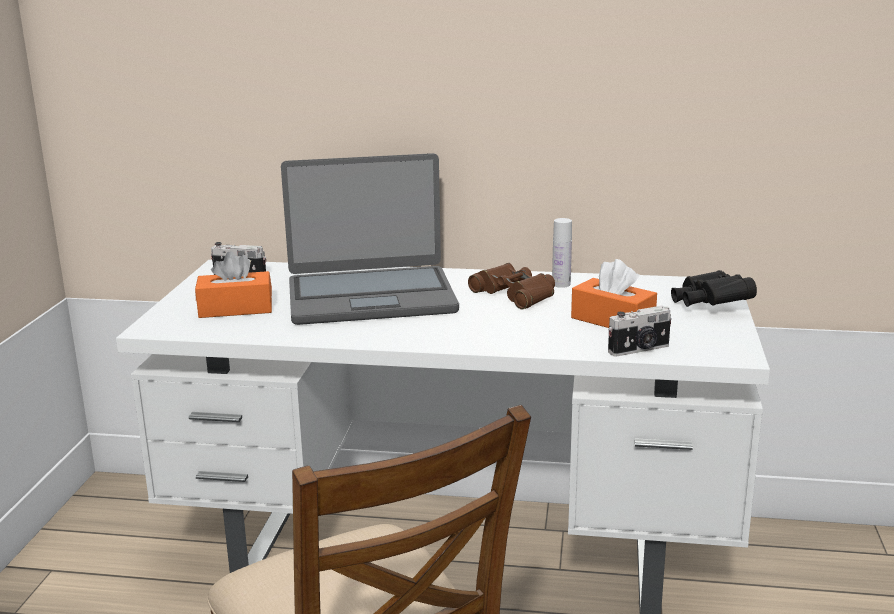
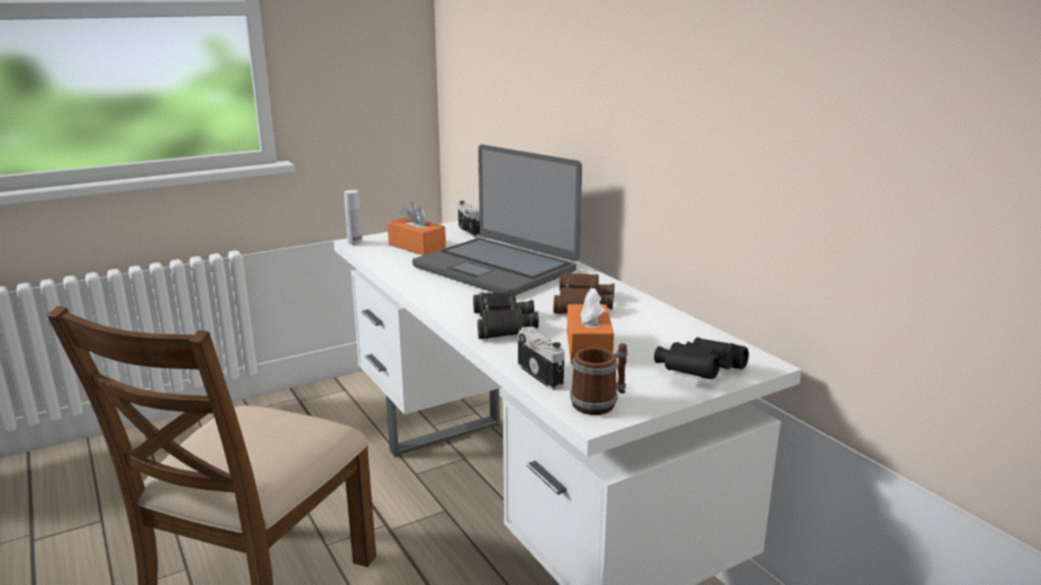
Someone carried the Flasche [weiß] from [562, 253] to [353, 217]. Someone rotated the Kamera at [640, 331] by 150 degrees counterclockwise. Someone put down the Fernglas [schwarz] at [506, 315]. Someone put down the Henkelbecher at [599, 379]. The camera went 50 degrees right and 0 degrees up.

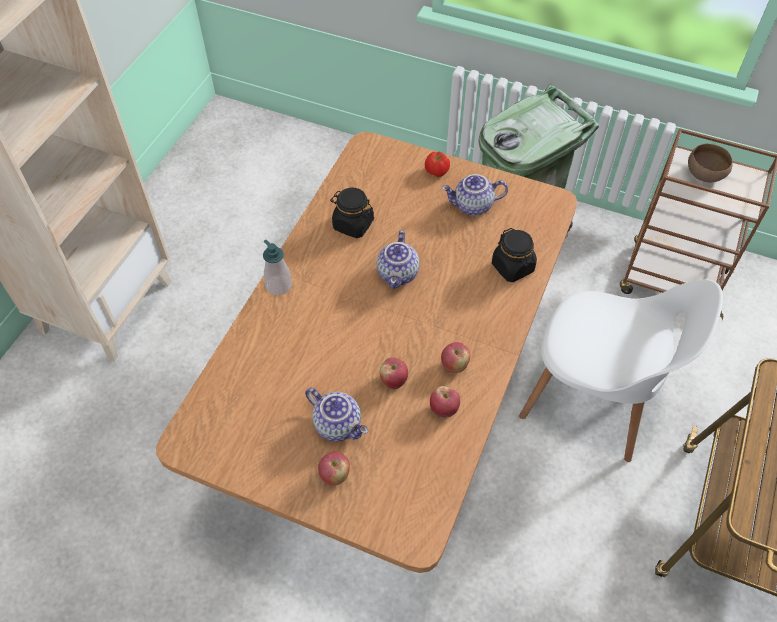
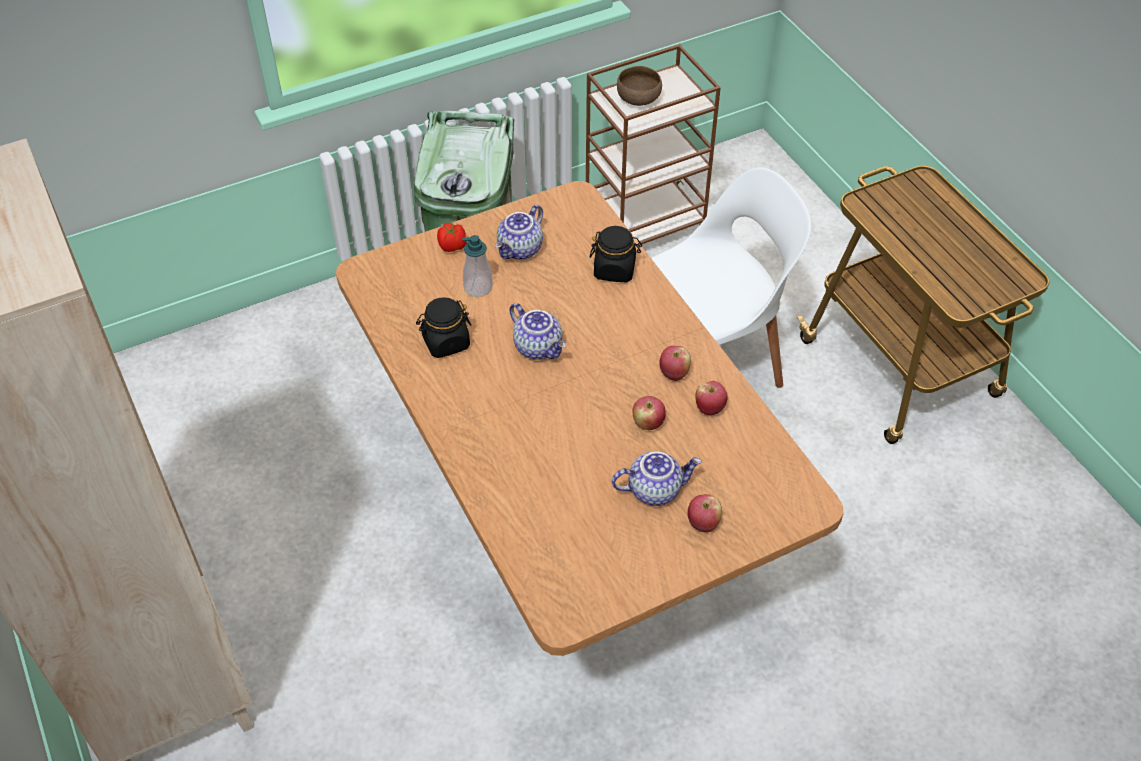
Someone carried the Seifenspender from [277, 267] to [477, 266]. The camera went 50 degrees left and 5 degrees down.

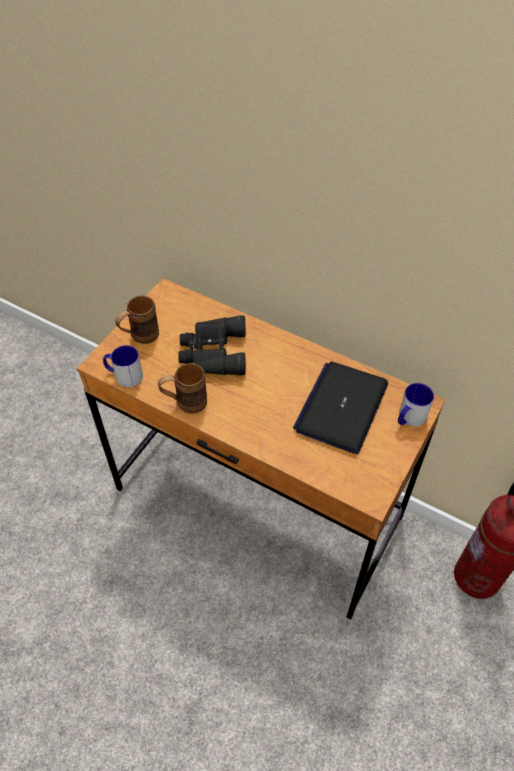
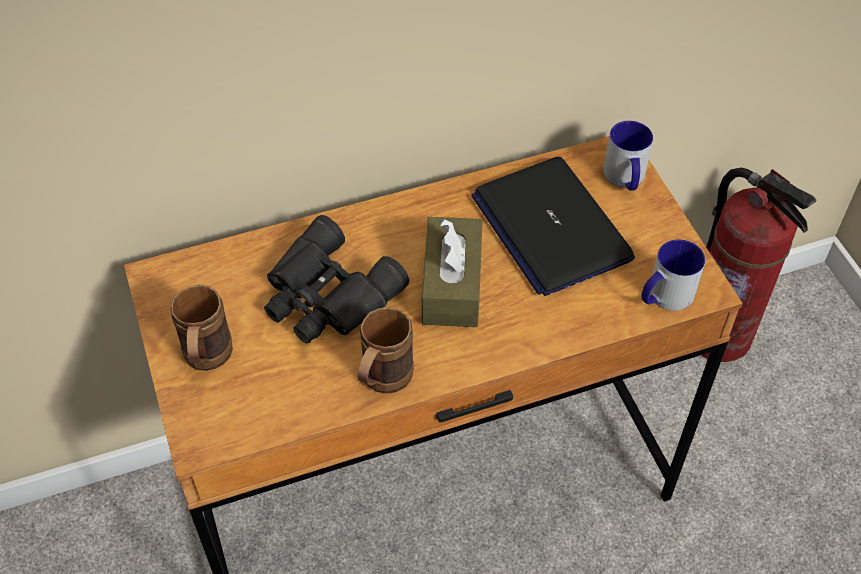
Someone carried the Henkelbecher from [123, 366] to [673, 275]. Someone put down the Taschentuchbox [braun] at [452, 272]. The camera went 50 degrees left and 0 degrees up.

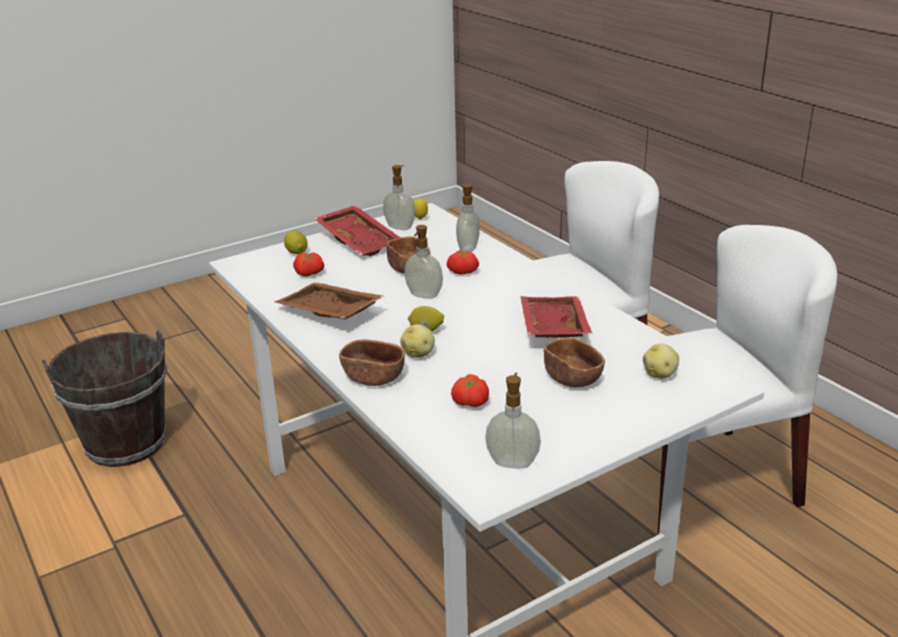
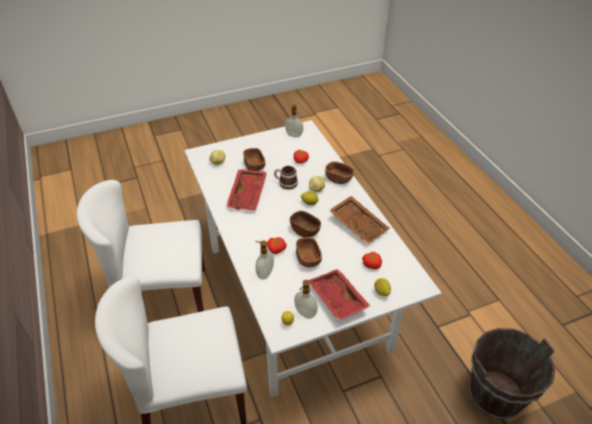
Someone swapped the Seifenspender at [423, 262] for the Schüssel [braun] at [305, 224]. Someone put down the Henkelbecher at [286, 178]. The camera went 170 degrees left and 15 degrees up.

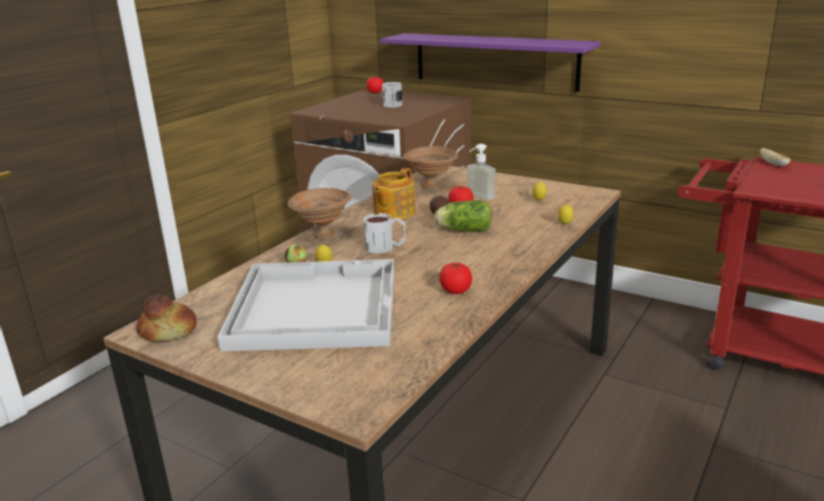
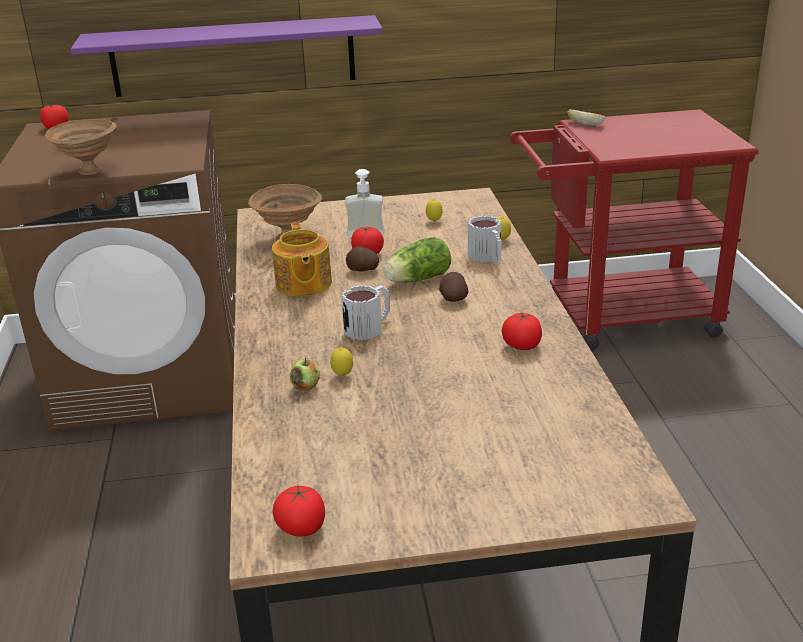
Someone swapped the Brot at [166, 318] for the Tomate at [299, 511]. Someone took away the Tablett [weiß] at [306, 305]. Someone carried the Schüssel [braun] from [319, 213] to [81, 147]. Someone carried the Henkelbecher from [392, 95] to [484, 240]. Someone put down the Kartoffel at [453, 287]. The camera went 40 degrees left and 5 degrees up.

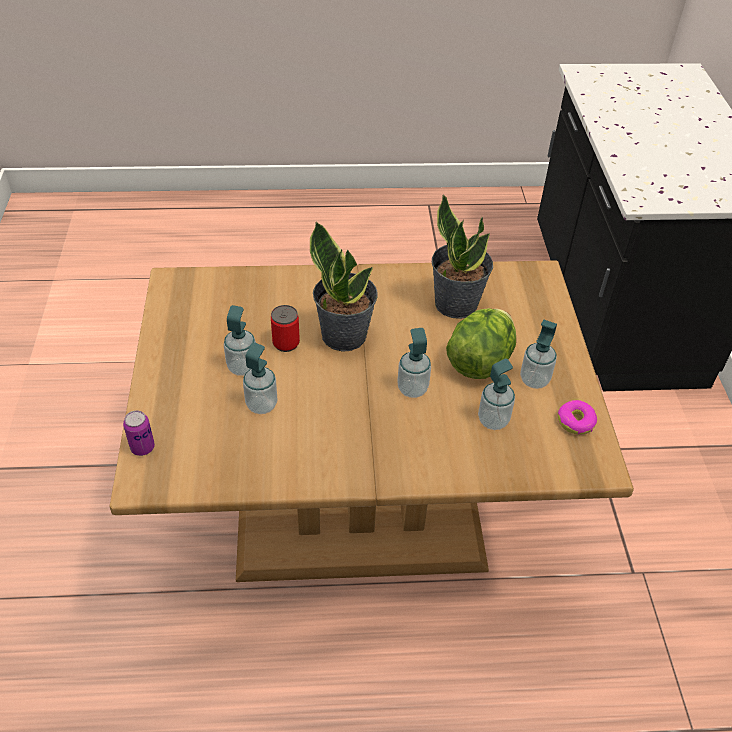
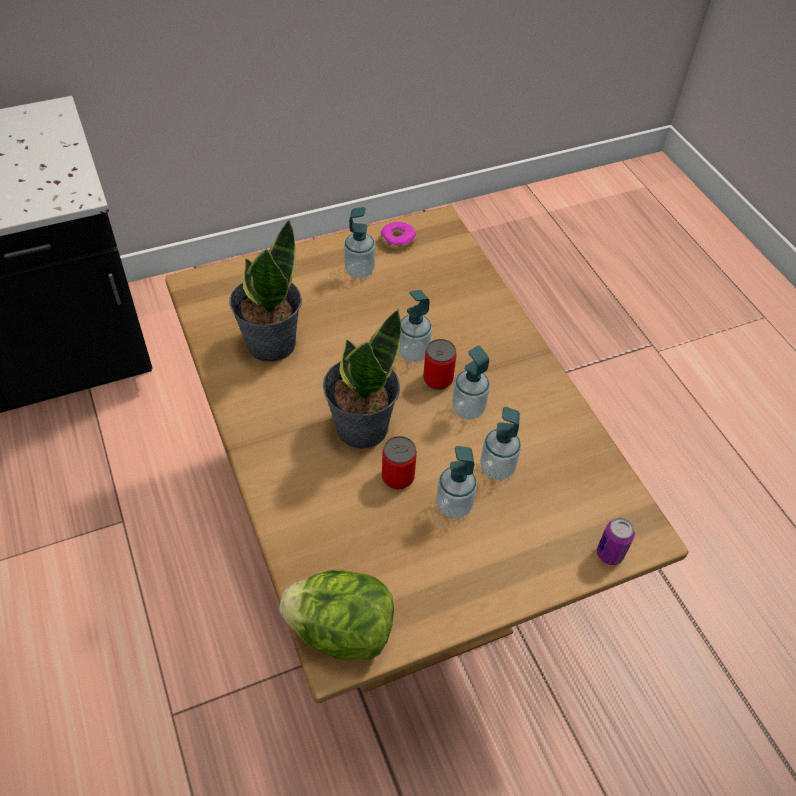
Someone carried the Salatkopf from [481, 343] to [337, 615]. Someone carried the Seifenspender from [496, 394] to [471, 382]. Someone put down the Dose at [439, 364]. The camera went 110 degrees left and 5 degrees up.

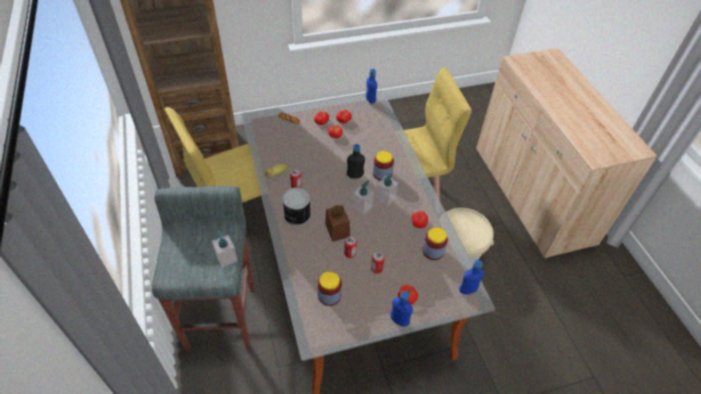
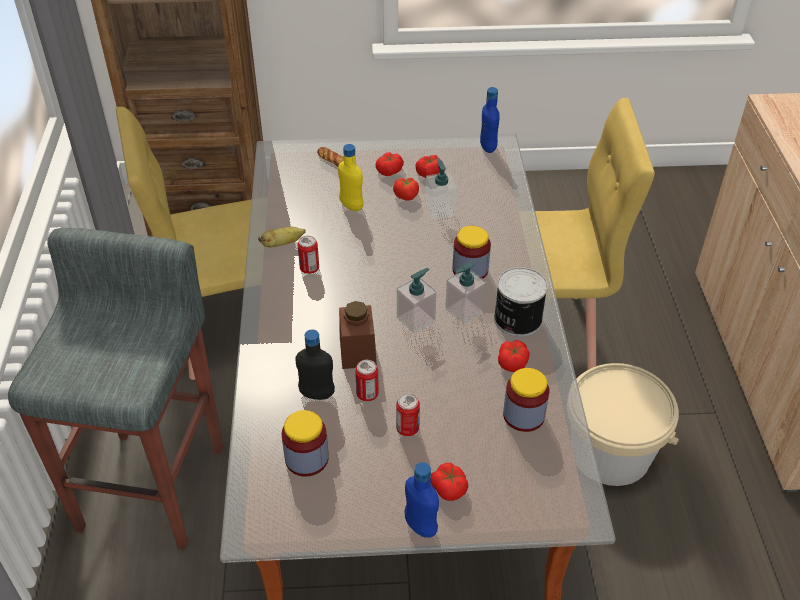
Someone carried the Seifenspender from [225, 249] to [441, 189]. Someone carried the Dose from [296, 207] to [521, 302]. Someone carried the Flasche [schwarz] from [356, 161] to [315, 364]. Someone took away the Flasche [blau] at [471, 277]. Someone put down the Flasche [gelb] at [351, 177]. The camera went 15 degrees right and 5 degrees down.

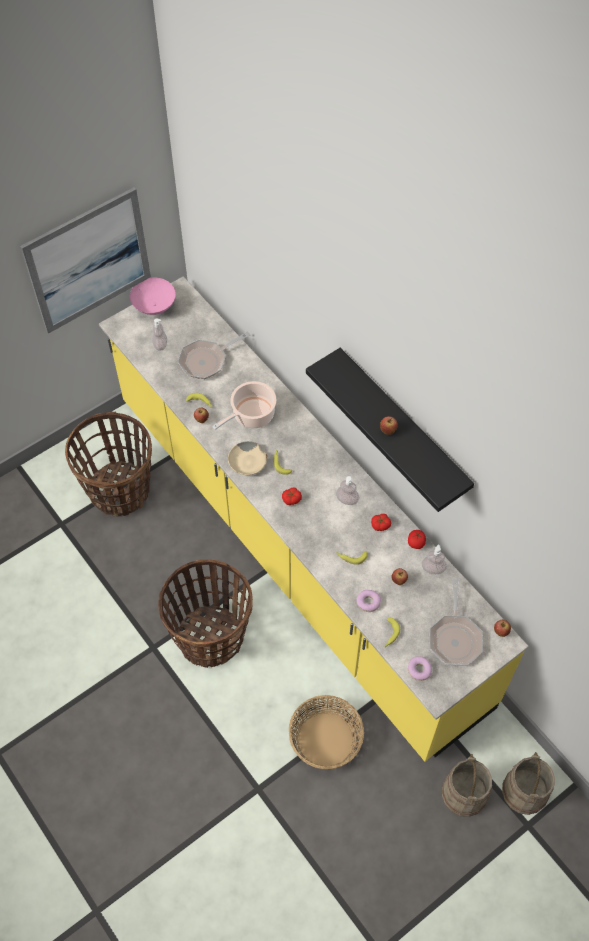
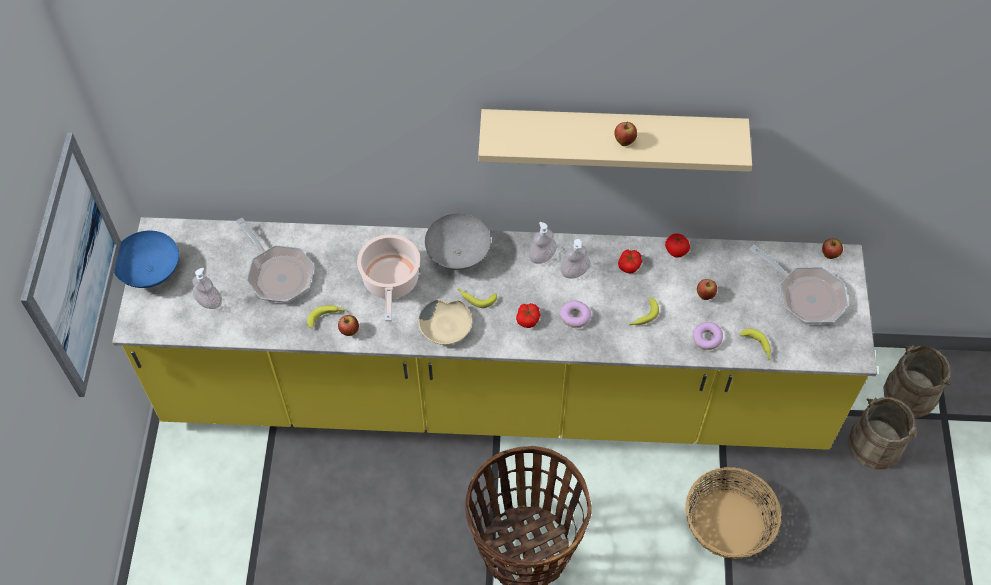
Someone took away the Korb at [108, 464]. Someone repainted the Schüssel [rosa] at [153, 296], which became the Schüssel [blau] at [146, 259]. Someone rotated the Pfanne at [214, 355] by 45 degrees counterclockwise. Someone repainted the Wandregal [schwarz] at [390, 430], which became the Wandregal [beige] at [615, 140]. Someone carried the Donut from [420, 668] to [575, 314]. Someone carried the Seifenspender from [434, 559] to [543, 243]. Someone put down the Schüssel [grau] at [458, 241]. The camera went 50 degrees left and 0 degrees up.

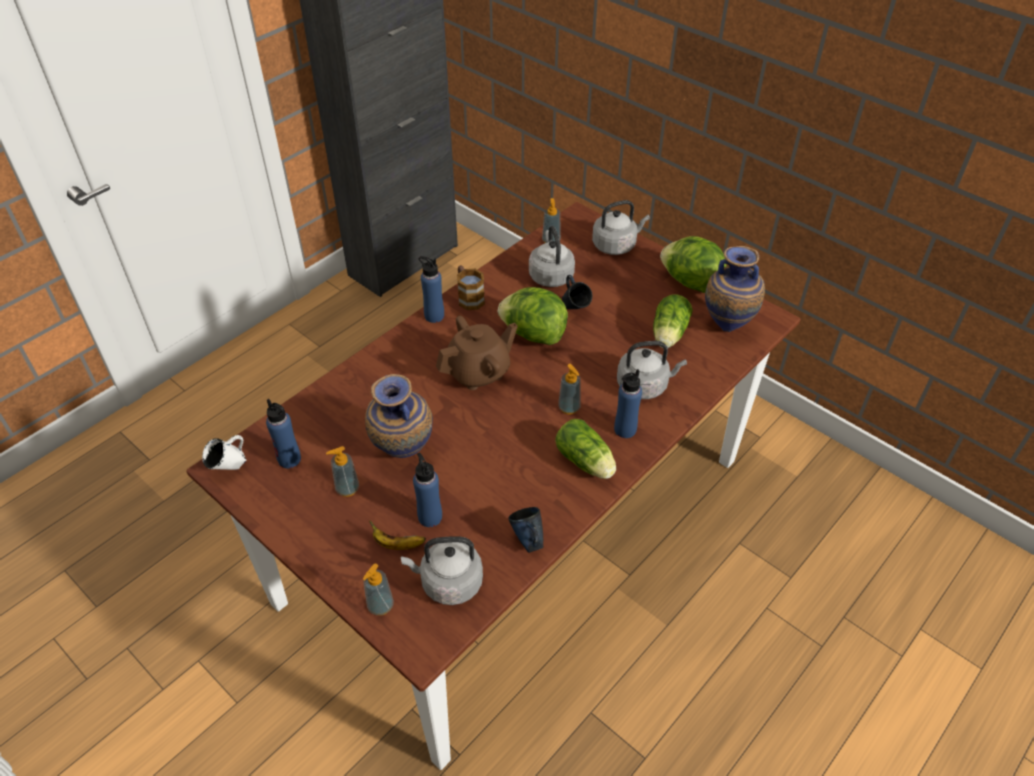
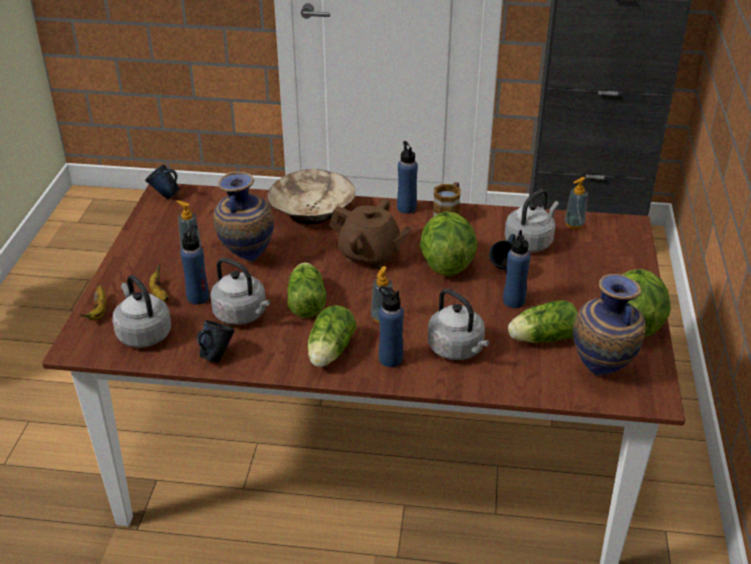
Someone repainted the Henkelbecher [weiß] at [224, 452], which became the Henkelbecher [blau] at [162, 181]. Someone carried the Flasche [blau] from [283, 433] to [517, 269]. Someone swapped the Seifenspender at [378, 590] for the Banane at [93, 302]. Someone carried the Wasserkessel [grau] from [621, 227] to [240, 291]. Someone put down the Schüssel [beige] at [311, 196]. Someone put down the Salatkopf at [306, 290]. The camera went 55 degrees right and 10 degrees down.

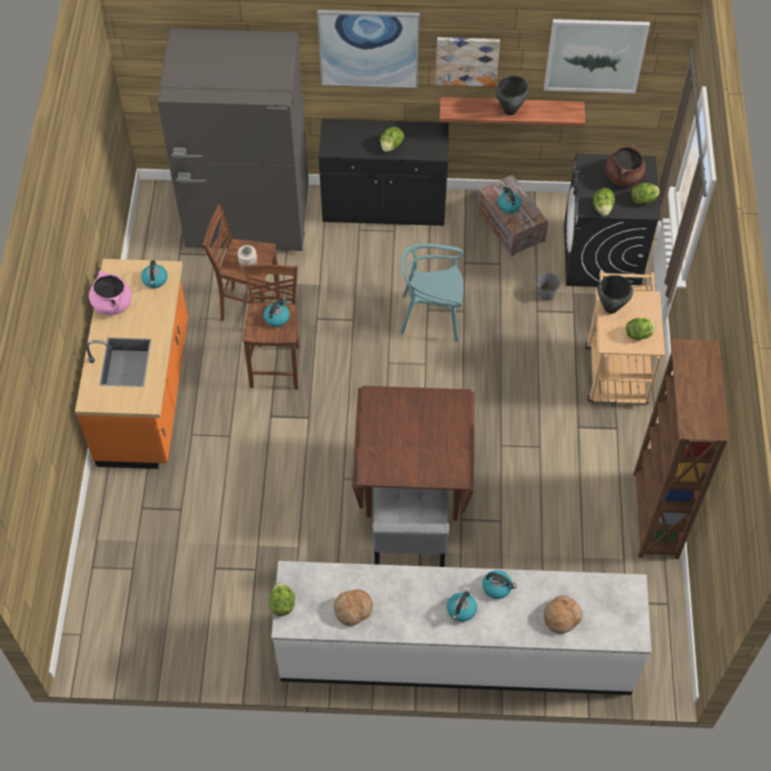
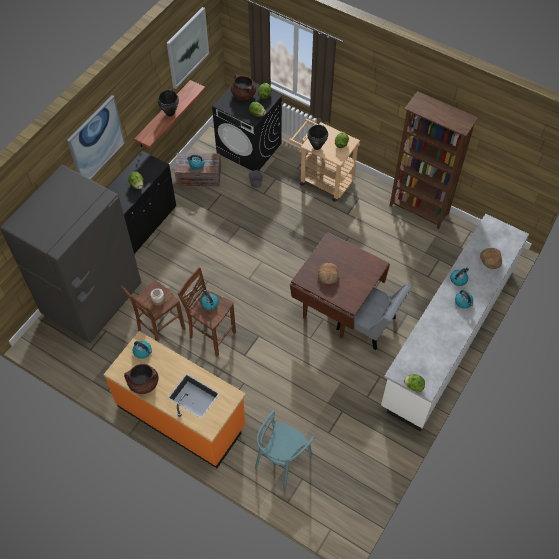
Someone repainted the Kochtopf [rosa] at [110, 292], which became the Kochtopf [braun] at [141, 379]. Someone carried the Brot from [353, 607] to [328, 273]. Someone carried the Stuhl [türkis] from [431, 293] to [285, 449]. Someone took away the Bild at [467, 62]. The camera went 60 degrees left and 0 degrees up.

